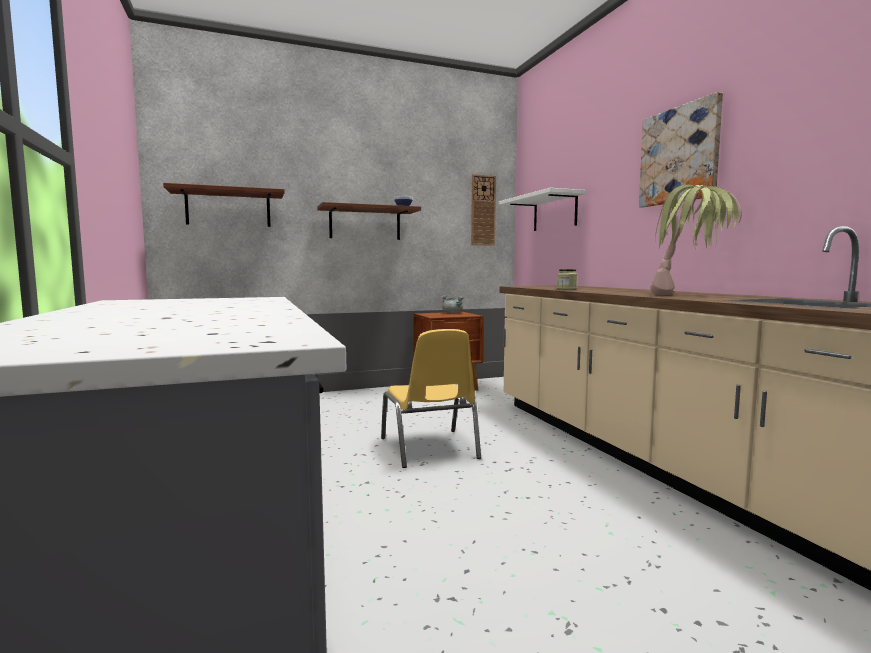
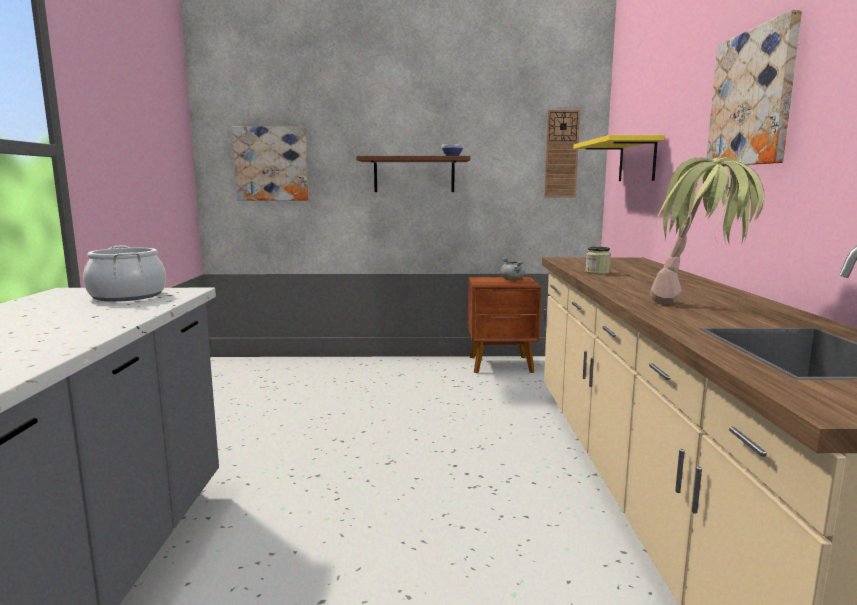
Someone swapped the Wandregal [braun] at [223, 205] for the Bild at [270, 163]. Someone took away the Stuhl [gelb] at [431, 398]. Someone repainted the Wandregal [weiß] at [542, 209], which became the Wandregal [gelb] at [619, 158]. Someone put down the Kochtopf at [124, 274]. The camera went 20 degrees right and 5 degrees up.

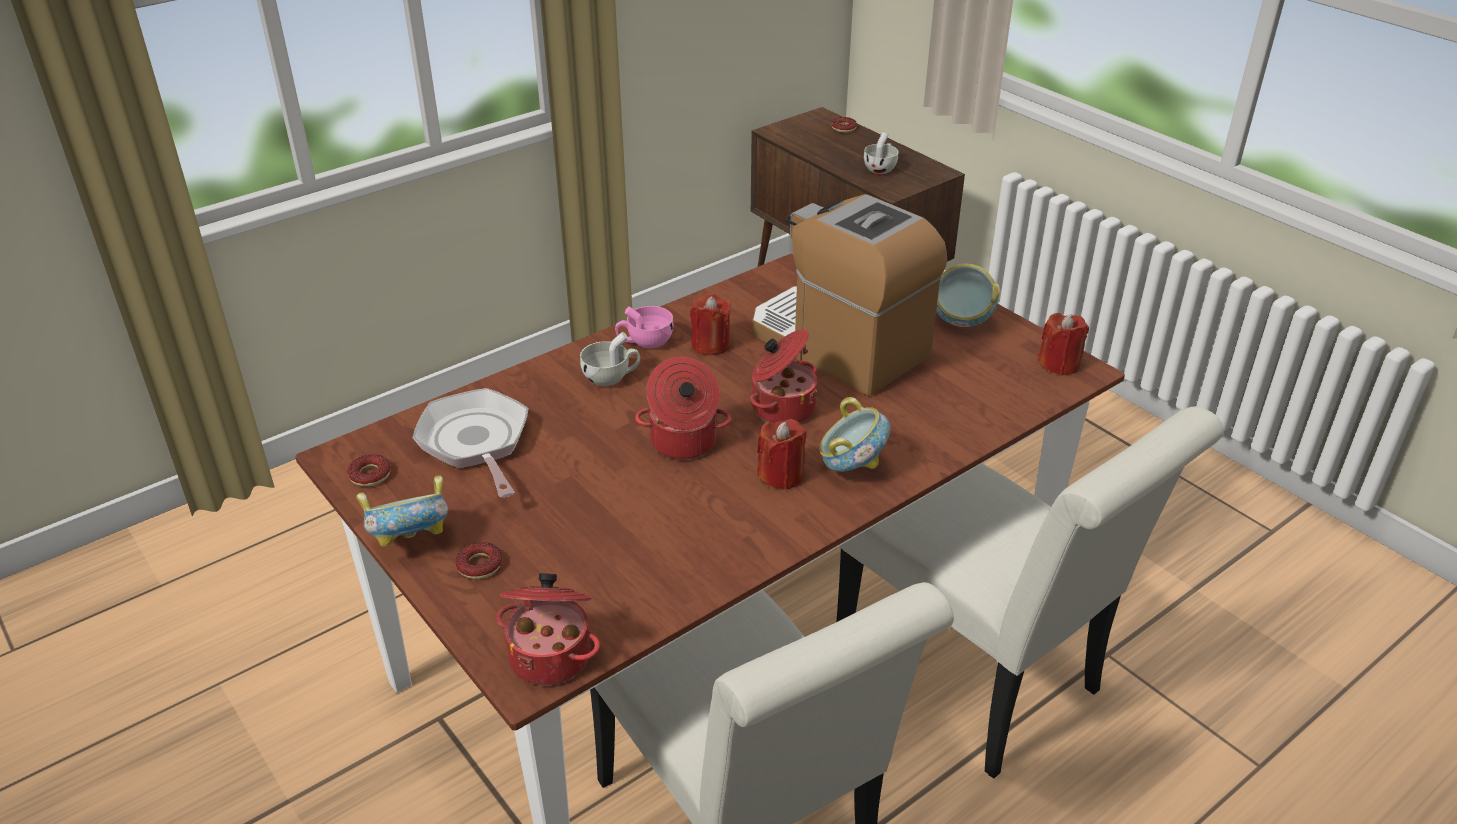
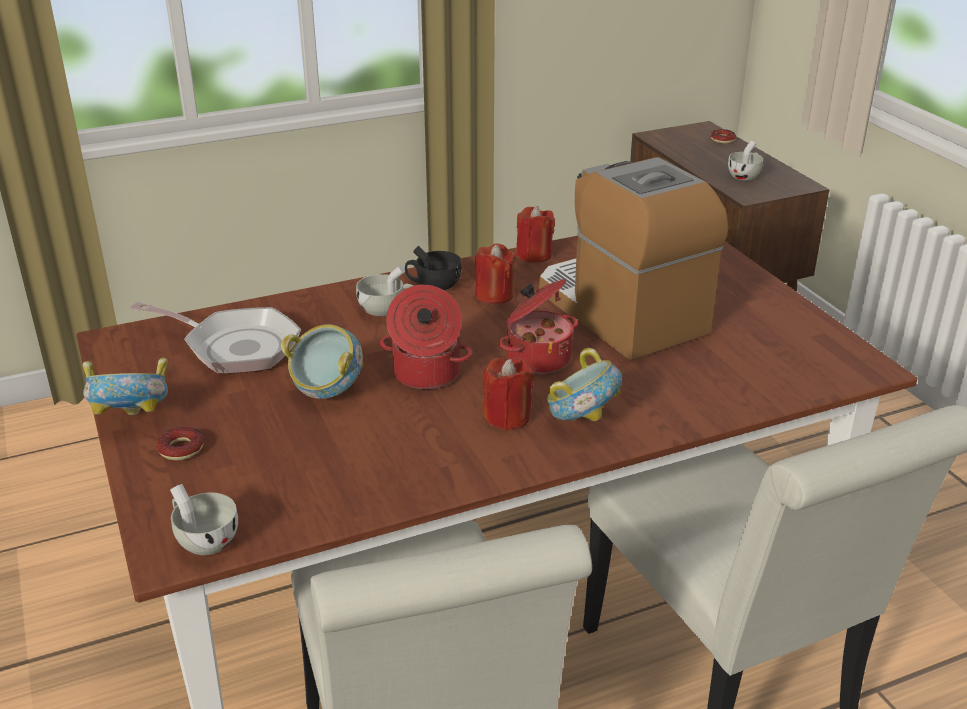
Someone took away the Donut at [369, 470]. Someone rotated the Pfanne at [470, 443] by 120 degrees clockwise. Someone swapped the Kochtopf at [548, 629] for the Tasse [weiß] at [204, 519]. Someone repainted the Tasse [rosa] at [644, 327], which became the Tasse [schwarz] at [433, 268]. Someone carried the Schüssel from [968, 295] to [322, 361]. Someone carried the Kerze [rot] from [1063, 344] to [535, 234]. The camera went 15 degrees right and 5 degrees down.

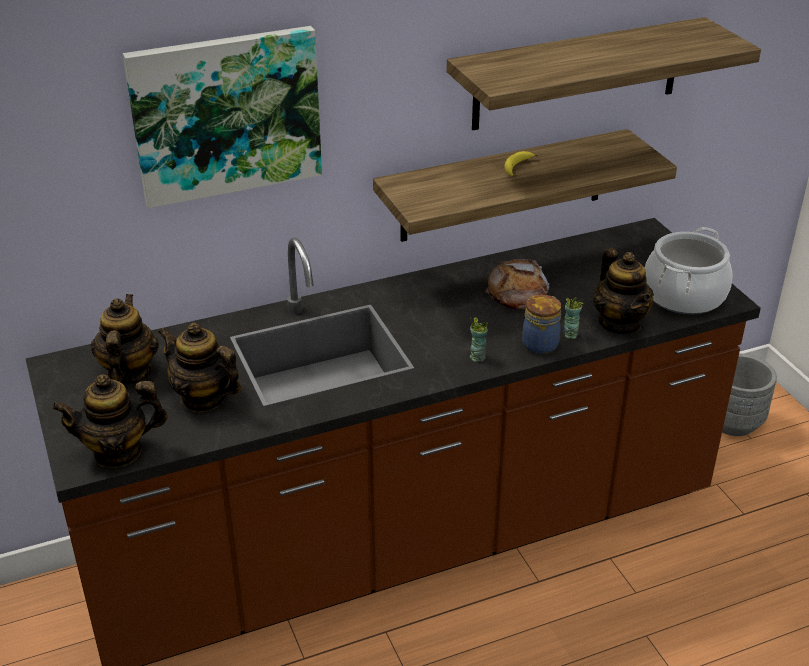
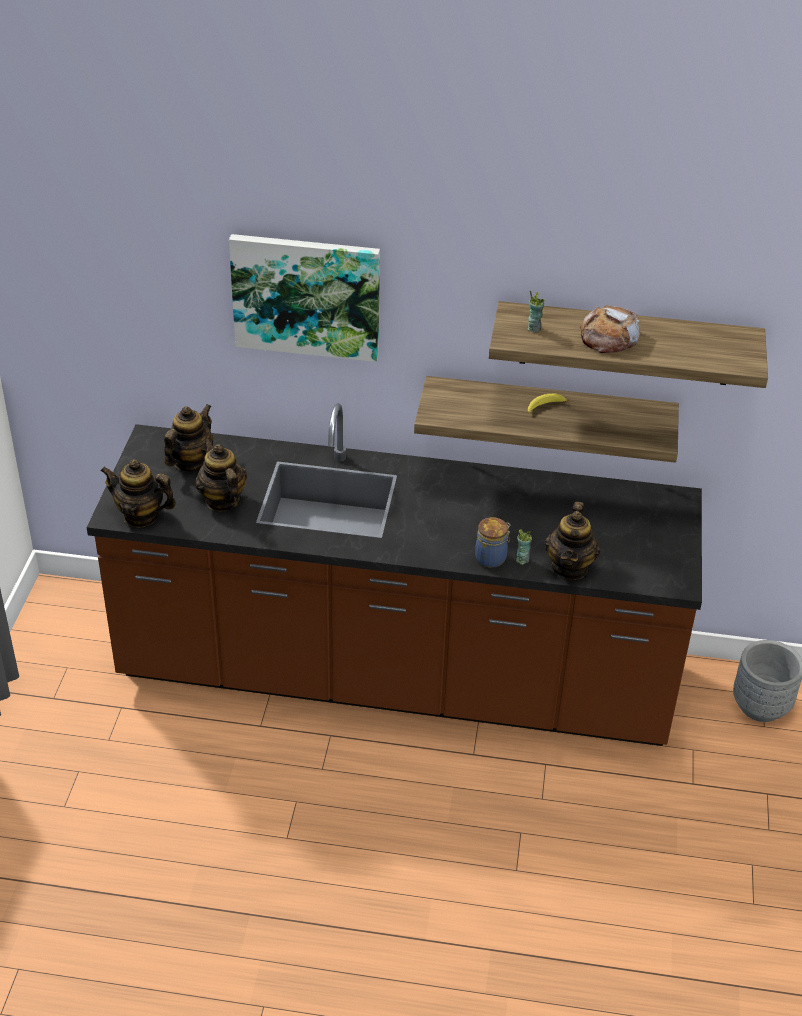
Someone carried the Tasse from [479, 339] to [536, 311]. Someone carried the Brot from [517, 284] to [610, 329]. Someone took away the Kochtopf at [689, 271]. The camera went 30 degrees right and 5 degrees up.

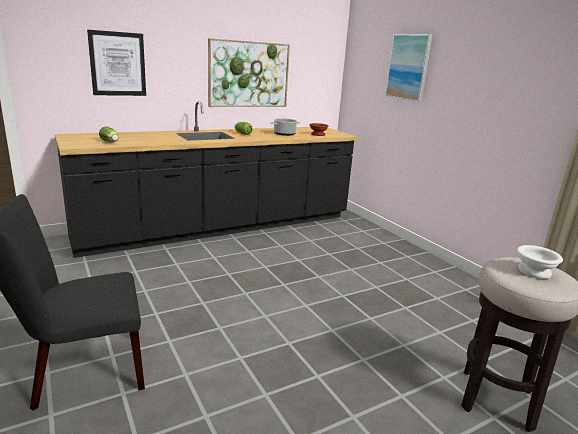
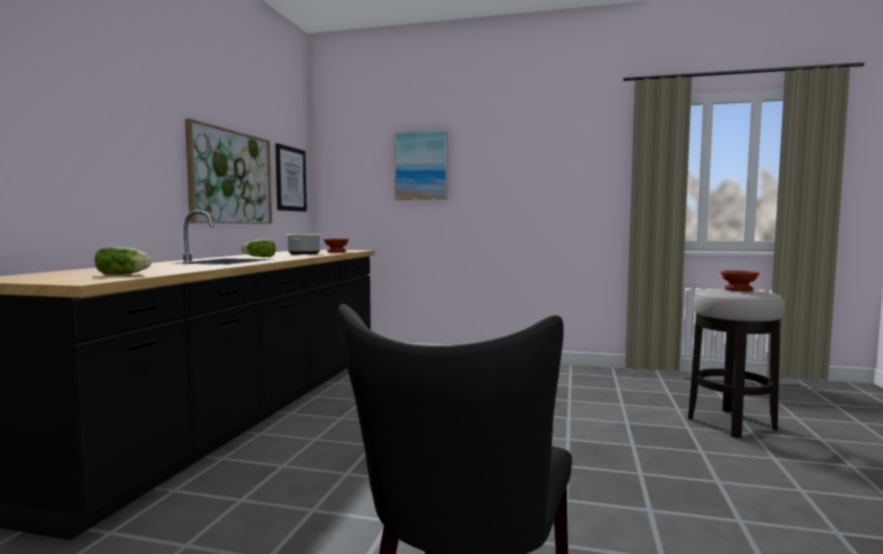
Someone carried the Bild from [116, 63] to [291, 177]. Someone repainted the Schüssel [weiß] at [540, 262], which became the Schüssel [braun] at [739, 280]. The camera went 45 degrees left and 15 degrees down.

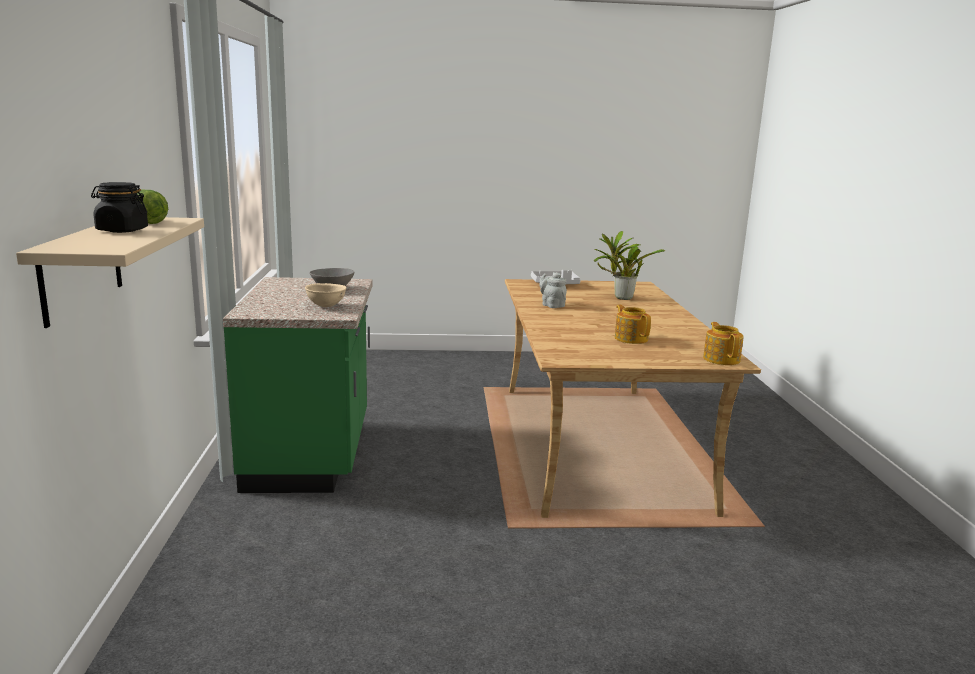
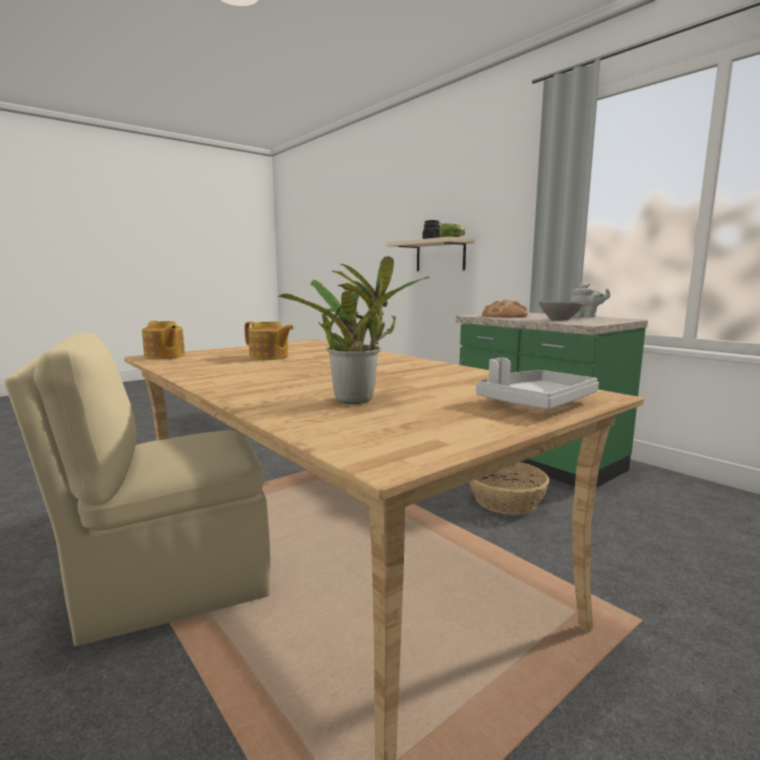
Someone swapped the Schüssel [beige] at [326, 295] for the Brot at [505, 309]. Someone carried the Teekanne [grau] from [553, 290] to [590, 300]. Someone put down the Stuhl [beige] at [138, 489]. Someone put down the Korb at [509, 488]. The camera went 145 degrees right and 5 degrees down.

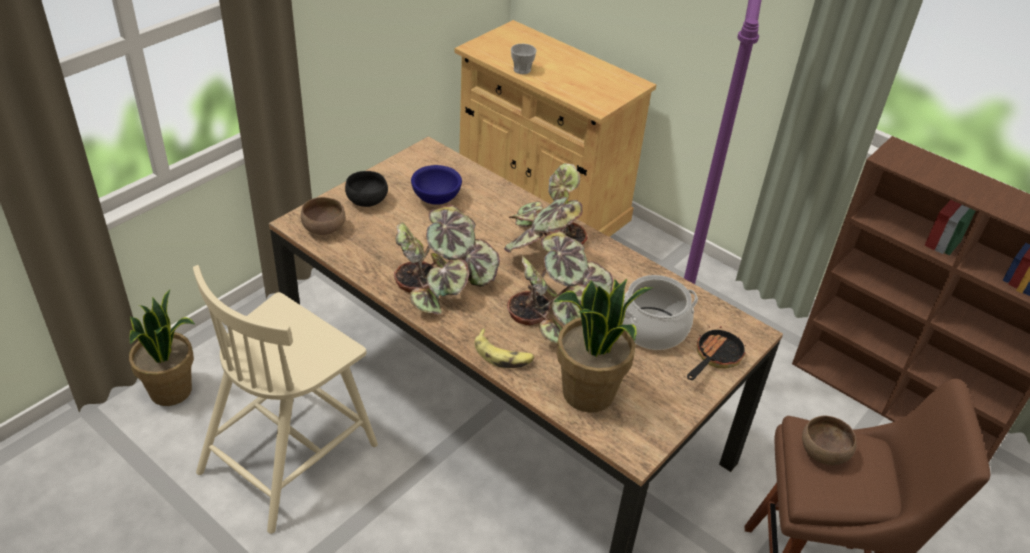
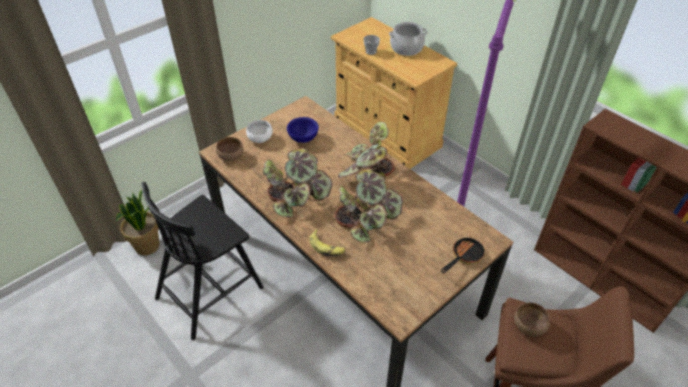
Someone repainted the Stuhl [beige] at [285, 399], which became the Stuhl [schwarz] at [202, 261]. Someone repainted the Schüssel [schwarz] at [366, 189], which became the Schüssel [weiß] at [259, 131]. Someone took away the Topfpflanze at [603, 345]. Someone carried the Kochtopf from [660, 312] to [408, 39]. The camera went 10 degrees right and 5 degrees up.

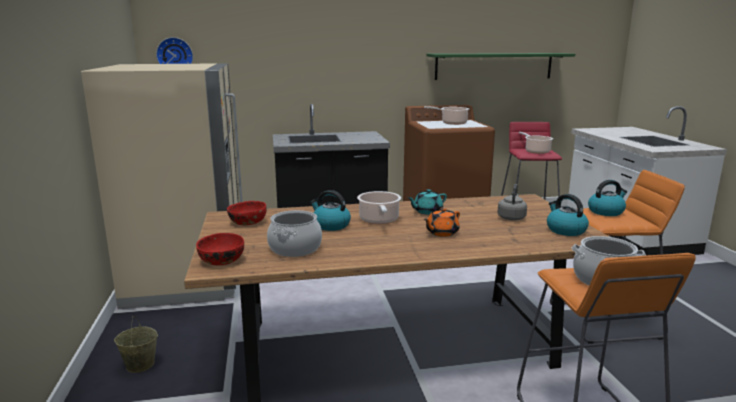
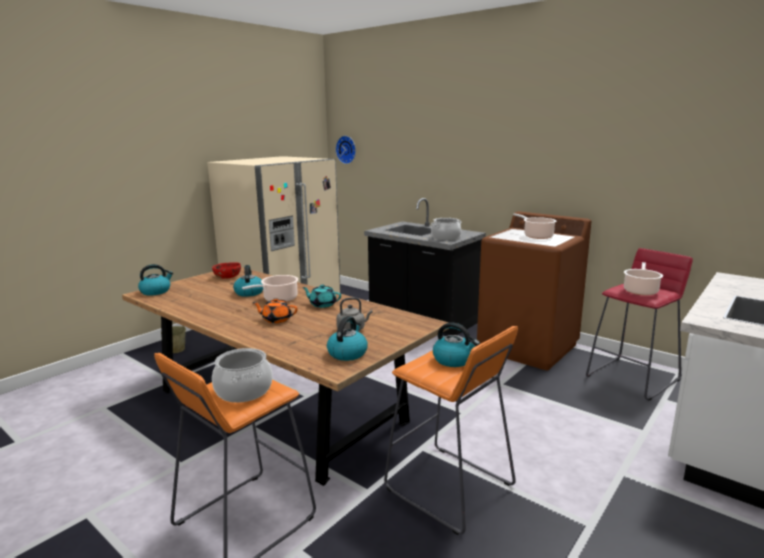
Someone swapped the Schüssel [rot] at [220, 249] for the Wasserkessel at [155, 280]. Someone carried the Kochtopf from [294, 233] to [446, 229]. Someone took away the Wandregal [grün] at [500, 66]. The camera went 50 degrees right and 0 degrees up.

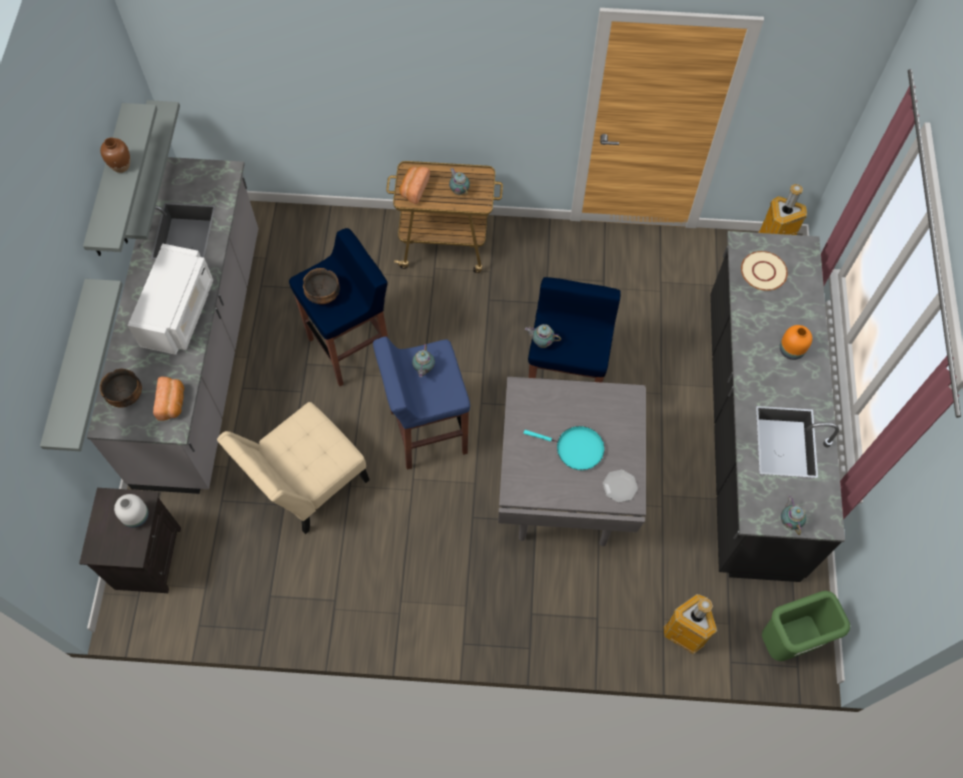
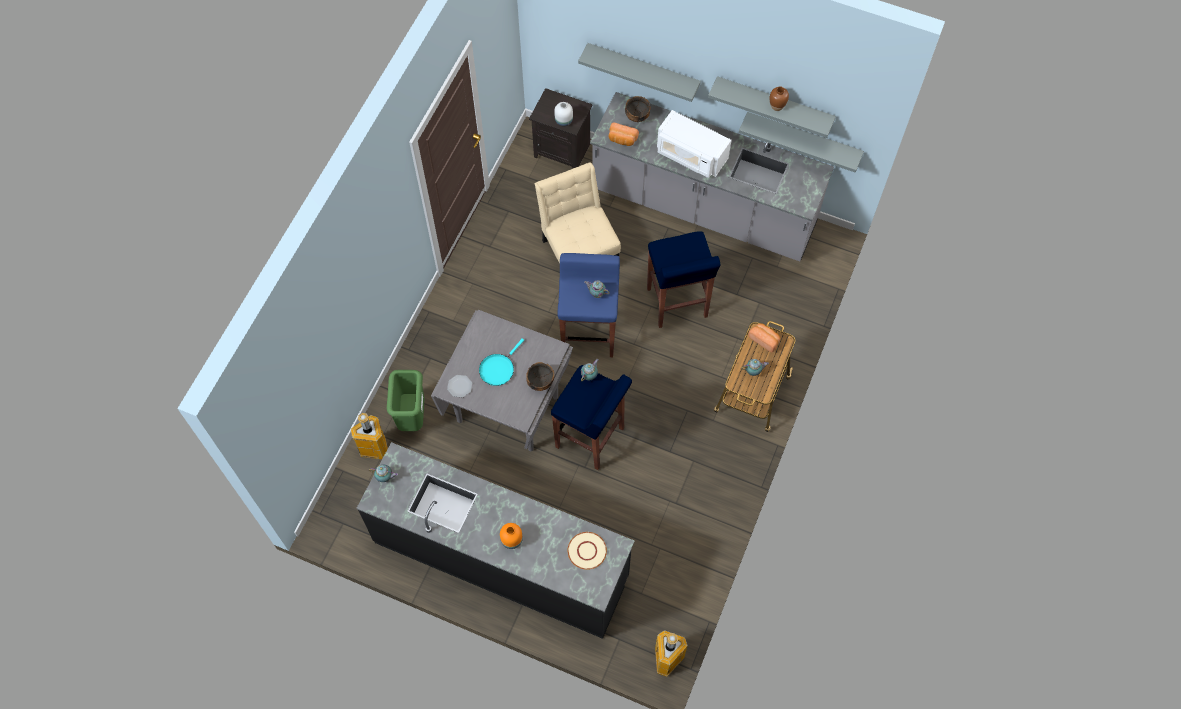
Someone carried the Schüssel from [321, 286] to [540, 376]. Someone carried the Mülleimer [grün] from [806, 626] to [405, 400]. The camera went 110 degrees right and 0 degrees up.

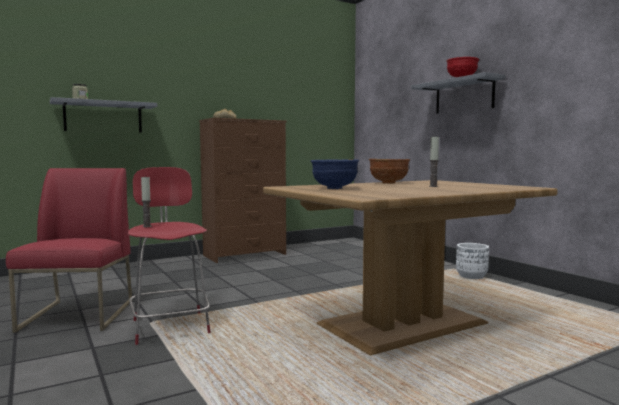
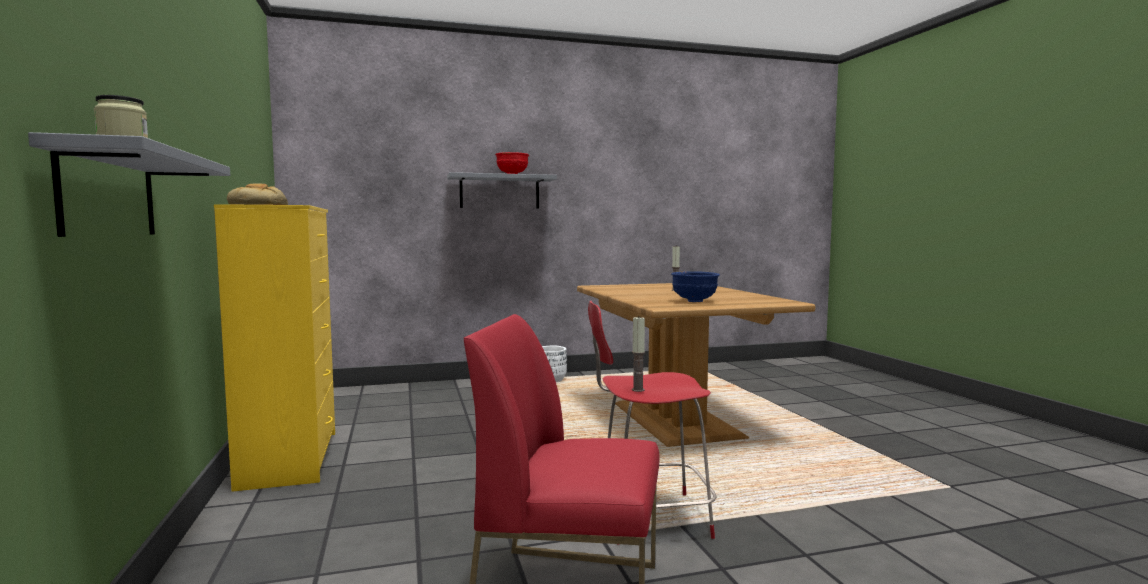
Someone repainted the Kommode [braun] at [243, 190], which became the Kommode [gelb] at [274, 348]. Someone took away the Schüssel [braun] at [389, 171]. The camera went 75 degrees left and 0 degrees up.

